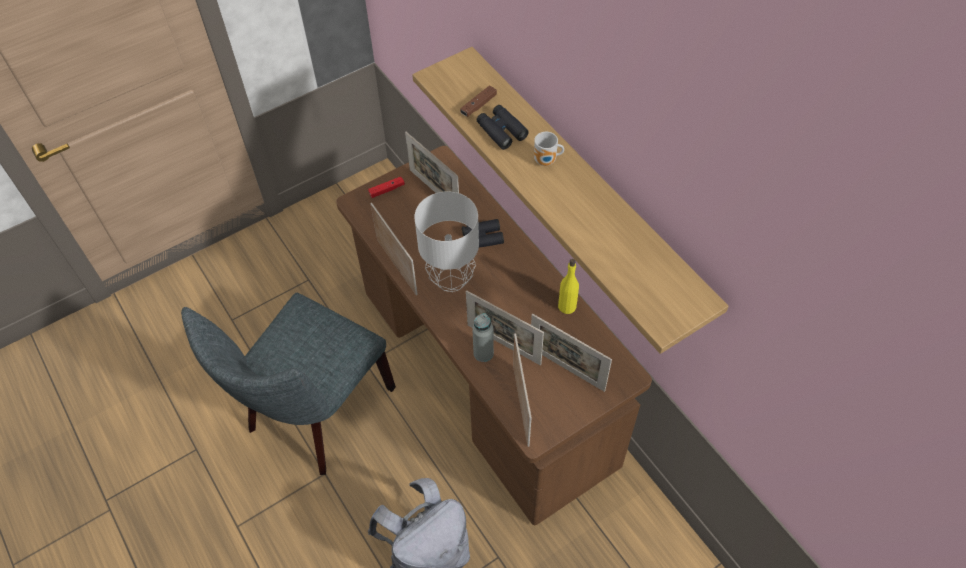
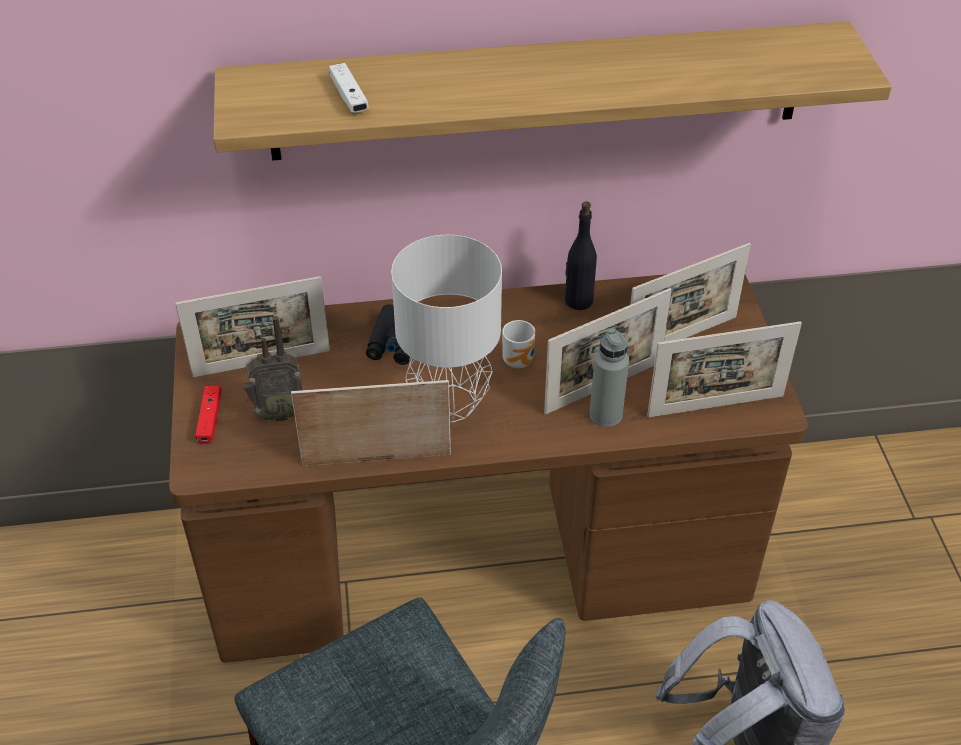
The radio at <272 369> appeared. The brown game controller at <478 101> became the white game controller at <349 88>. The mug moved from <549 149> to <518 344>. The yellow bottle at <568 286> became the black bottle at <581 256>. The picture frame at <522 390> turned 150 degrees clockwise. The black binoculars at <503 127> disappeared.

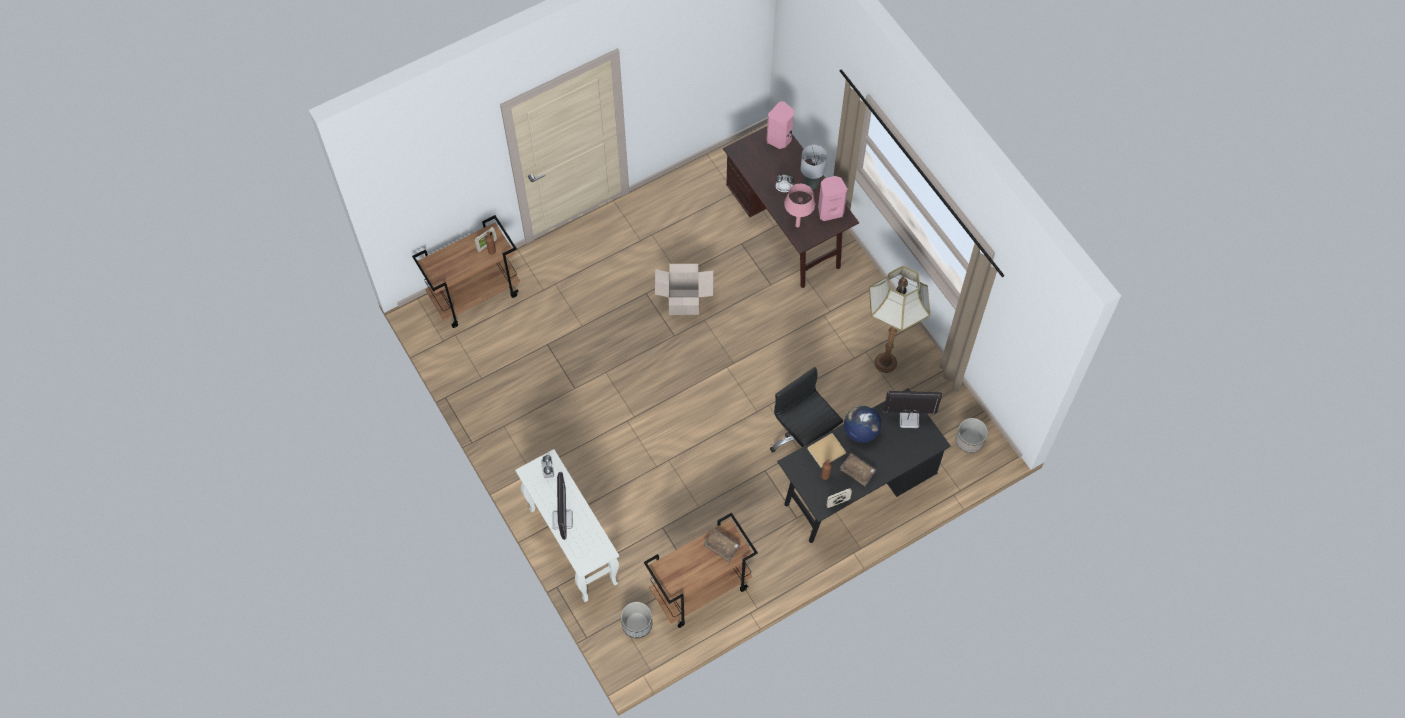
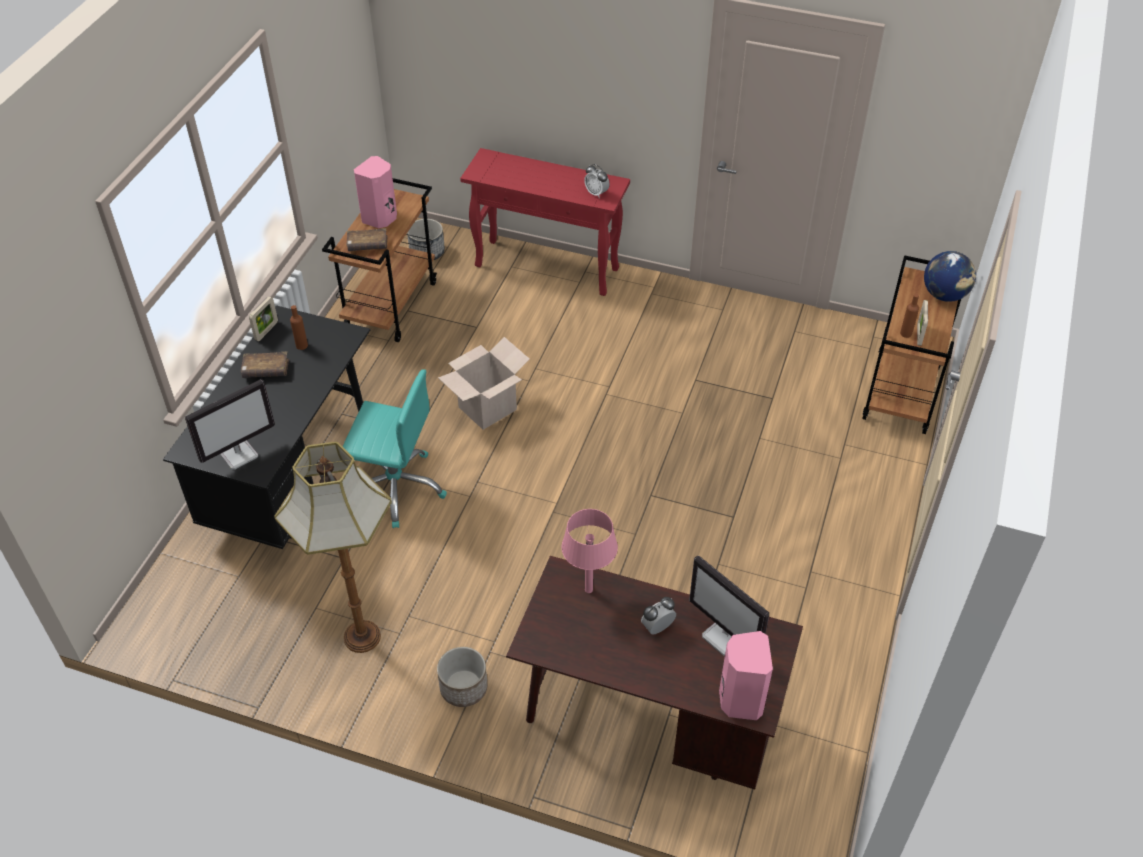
The black office chair at <806 409> became the turquoise office chair at <395 448>. The pink speaker moved from <833 198> to <375 192>. The planter moved from <972 435> to <462 677>. The cardboard box moved from <684 289> to <484 383>. The white console table at <567 525> became the red console table at <545 222>. The monitor moved from <562 506> to <729 606>. The globe moved from <862 424> to <950 276>. The grey table lamp at <814 167> disappeared. The beige book at <826 450> disappeared.

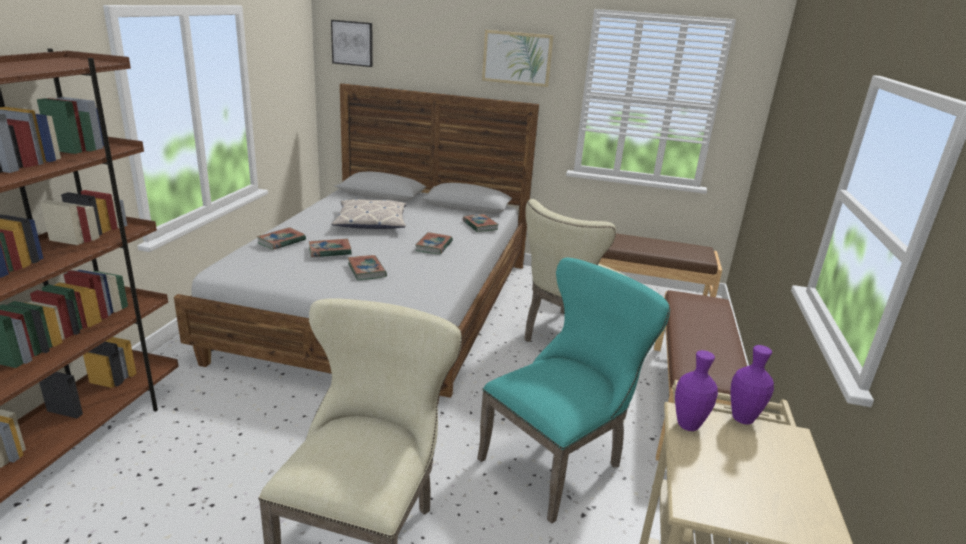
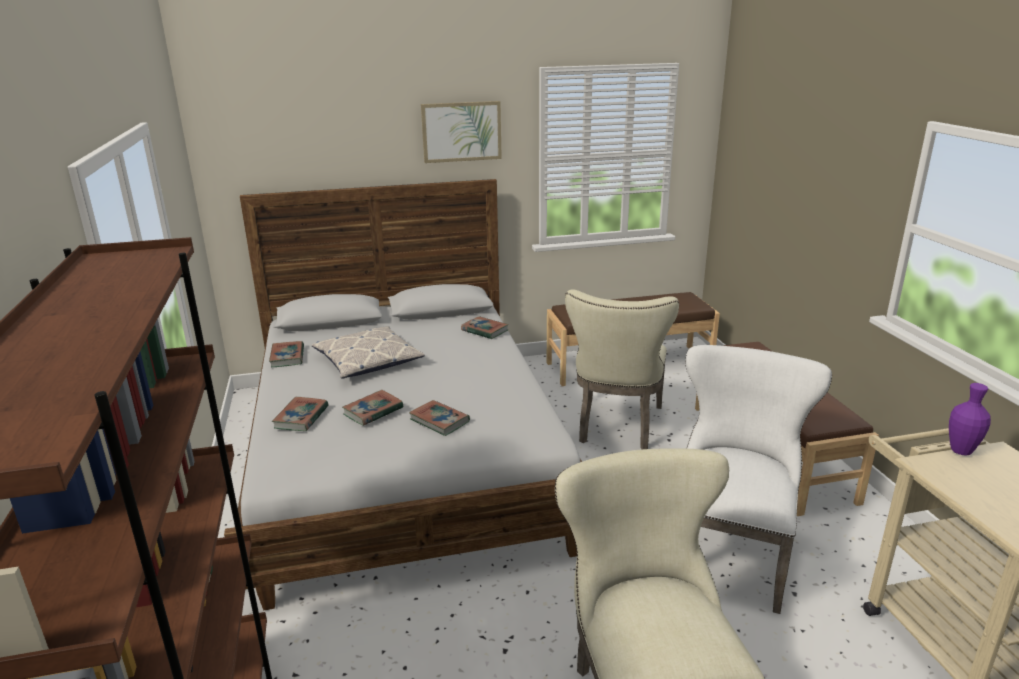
The book moved from <434 243> to <286 354>. The turquoise chair at <573 391> became the white chair at <758 479>. The picture at <352 43> disappeared. The purple vase at <696 390> disappeared.

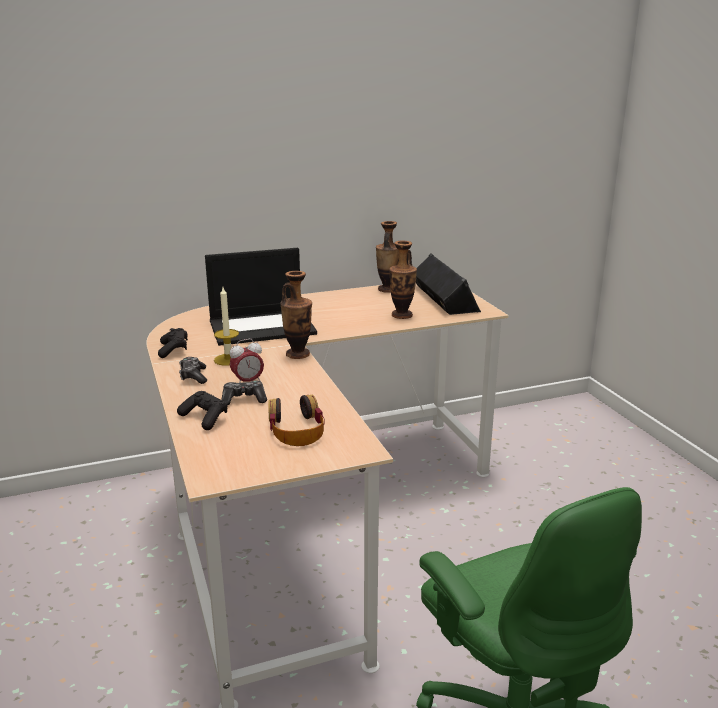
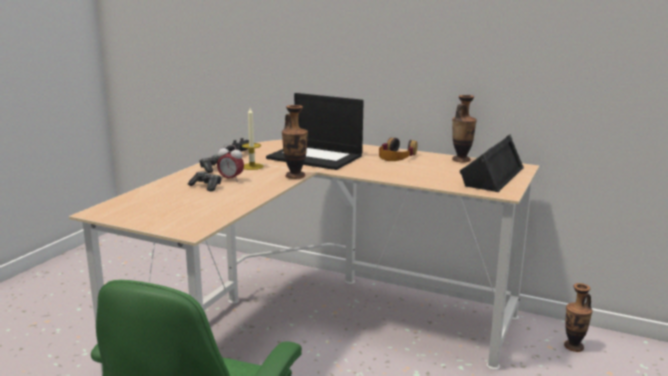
The headphones moved from <297 420> to <398 149>. The vase moved from <403 280> to <578 317>. The black game controller at <202 410> disappeared.

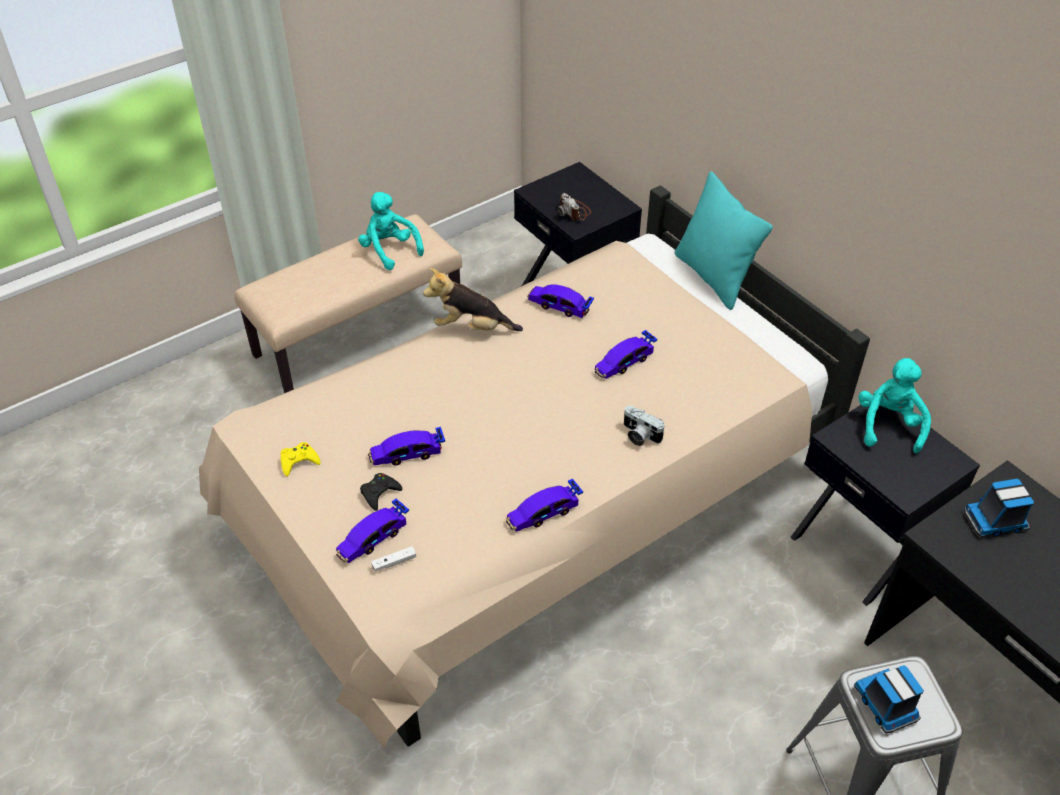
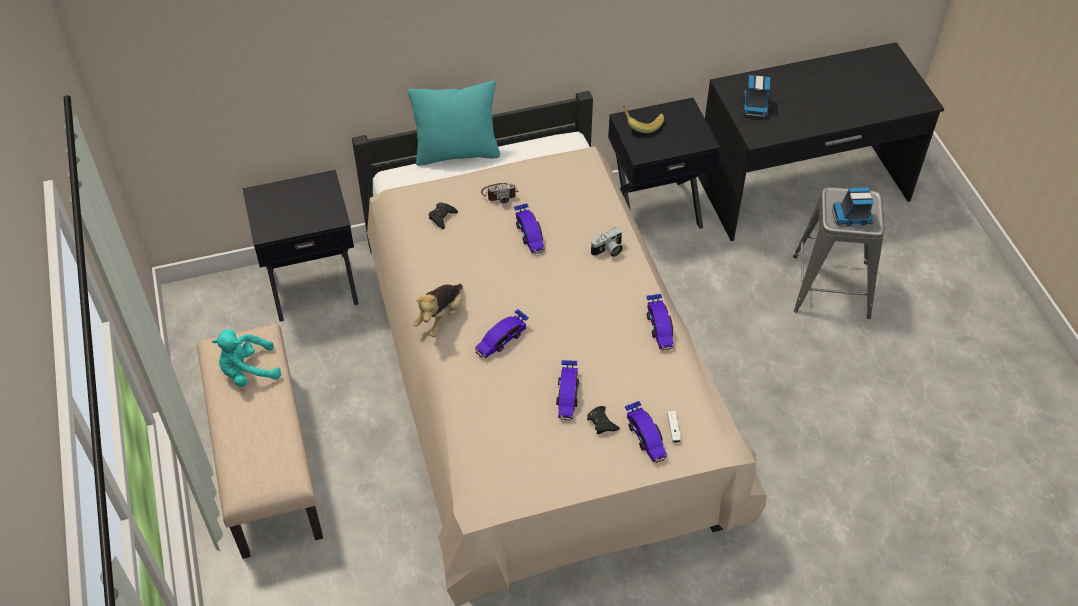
The black game controller at <443 216> appeared. The toy car moved from <560 301> to <502 333>. The photo camera moved from <574 207> to <499 193>. The turquoise plush toy at <895 406> was replaced by the banana at <643 119>. The yellow game controller at <301 459> disappeared.

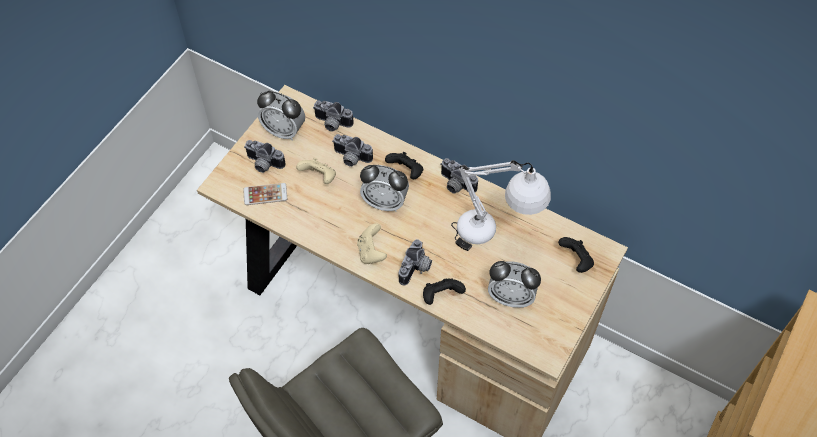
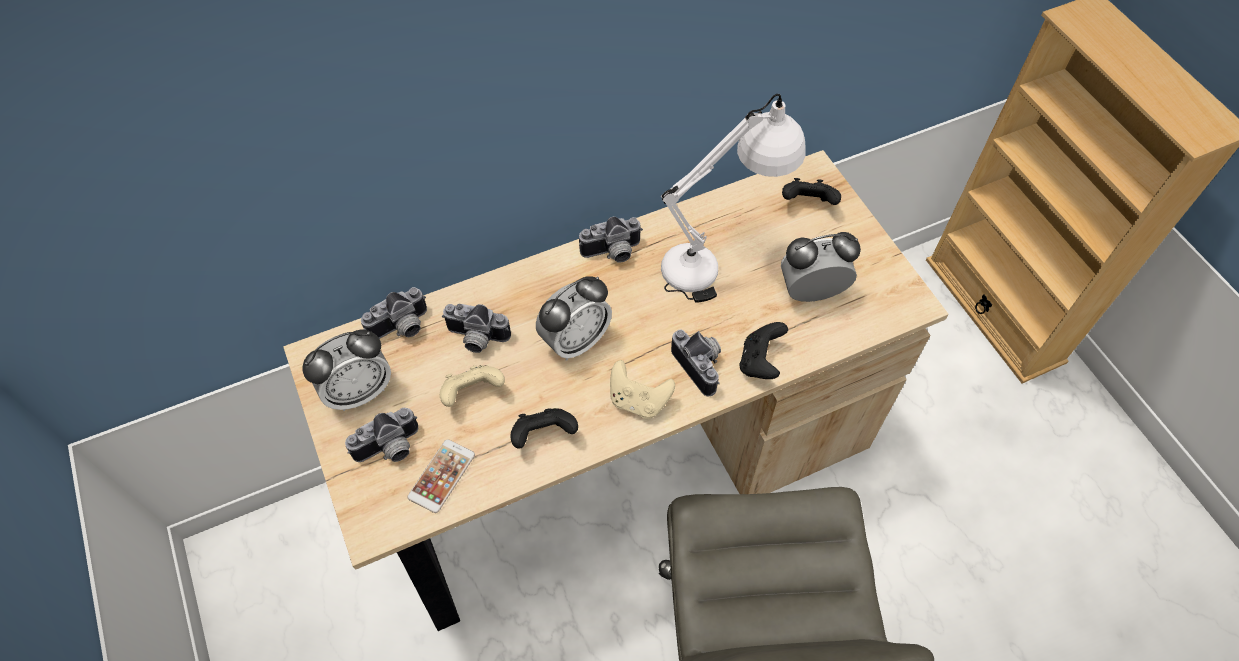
The photo camera at <352 150> turned 45 degrees clockwise. The black game controller moved from <404 165> to <544 428>. The alarm clock at <514 284> turned 150 degrees counterclockwise.

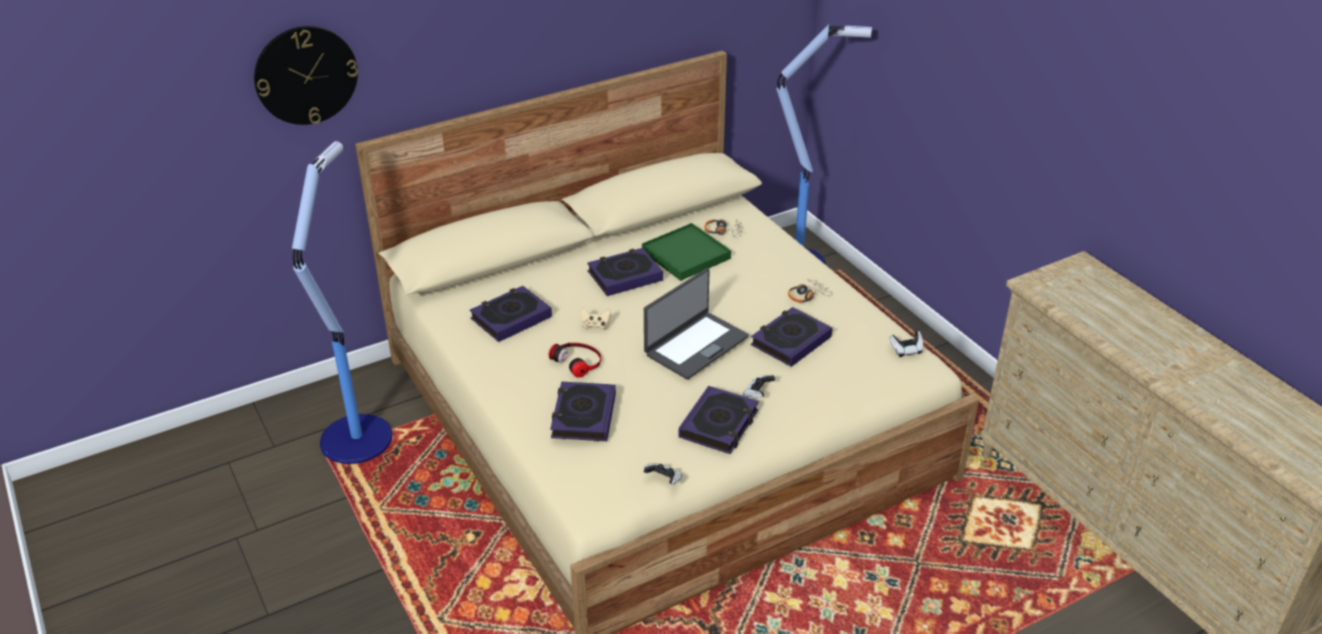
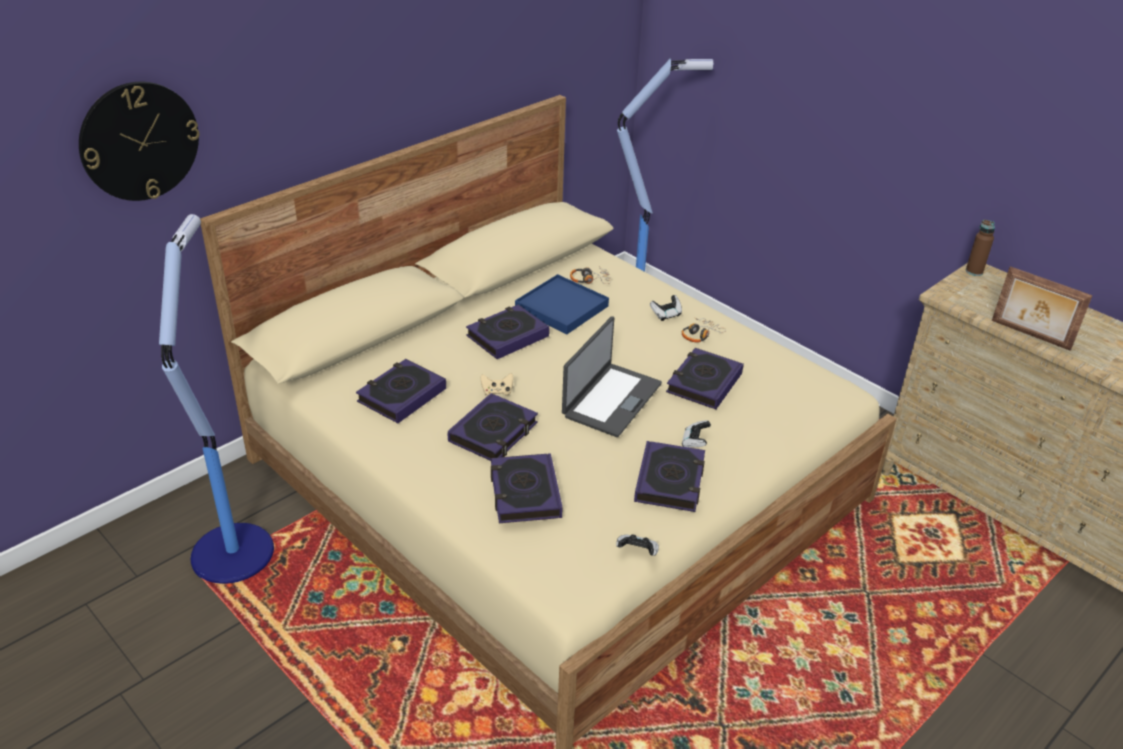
The headphones at <575 360> was replaced by the book at <493 427>. The green tray at <686 252> became the blue tray at <562 304>. The game controller moved from <906 344> to <666 308>. The brown bottle at <980 248> appeared. The picture frame at <1042 308> appeared.

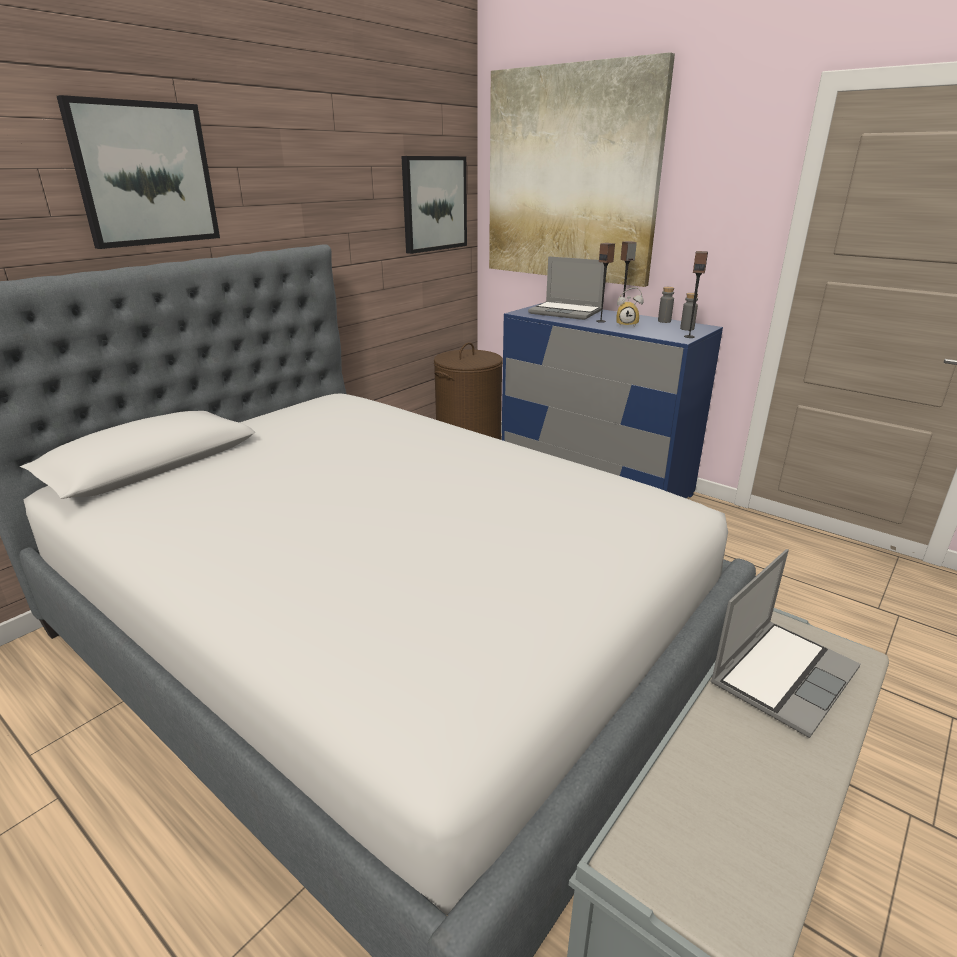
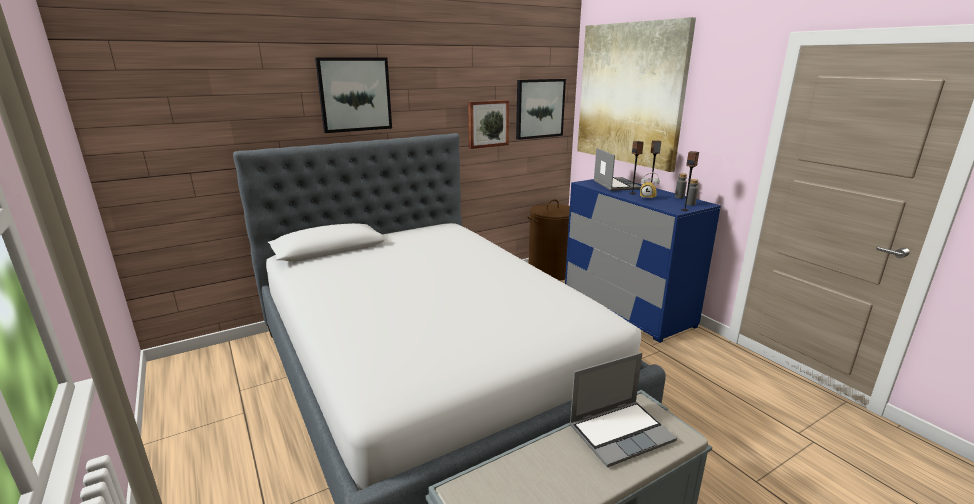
The picture at <488 124> appeared. The laptop at <566 288> turned 150 degrees counterclockwise.

